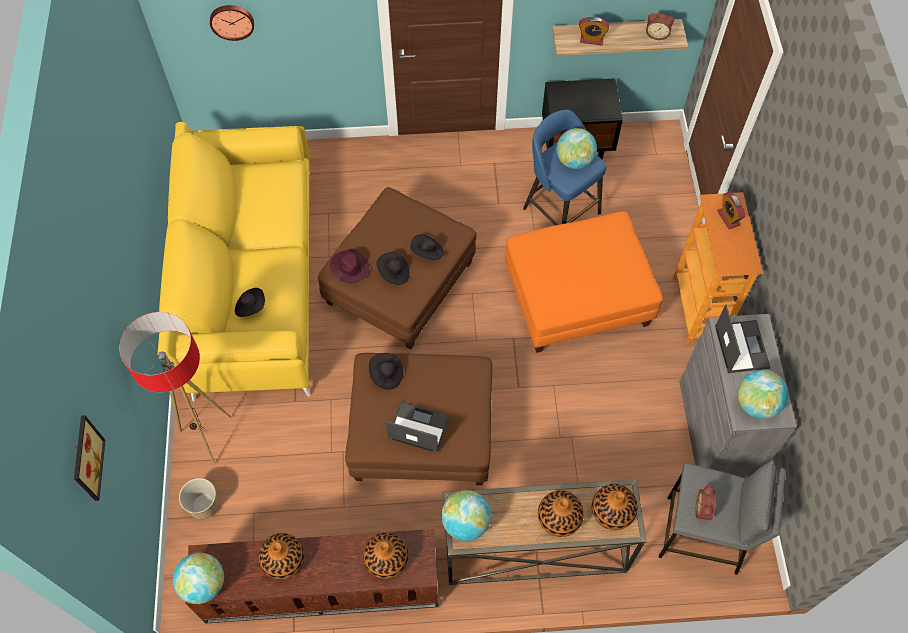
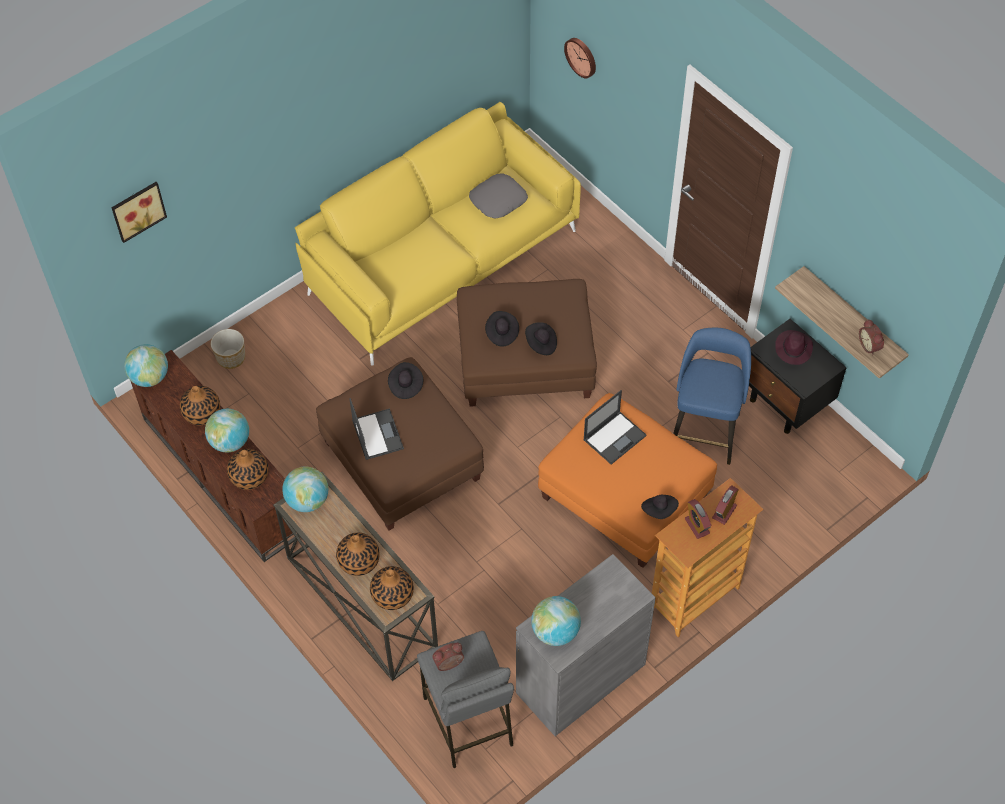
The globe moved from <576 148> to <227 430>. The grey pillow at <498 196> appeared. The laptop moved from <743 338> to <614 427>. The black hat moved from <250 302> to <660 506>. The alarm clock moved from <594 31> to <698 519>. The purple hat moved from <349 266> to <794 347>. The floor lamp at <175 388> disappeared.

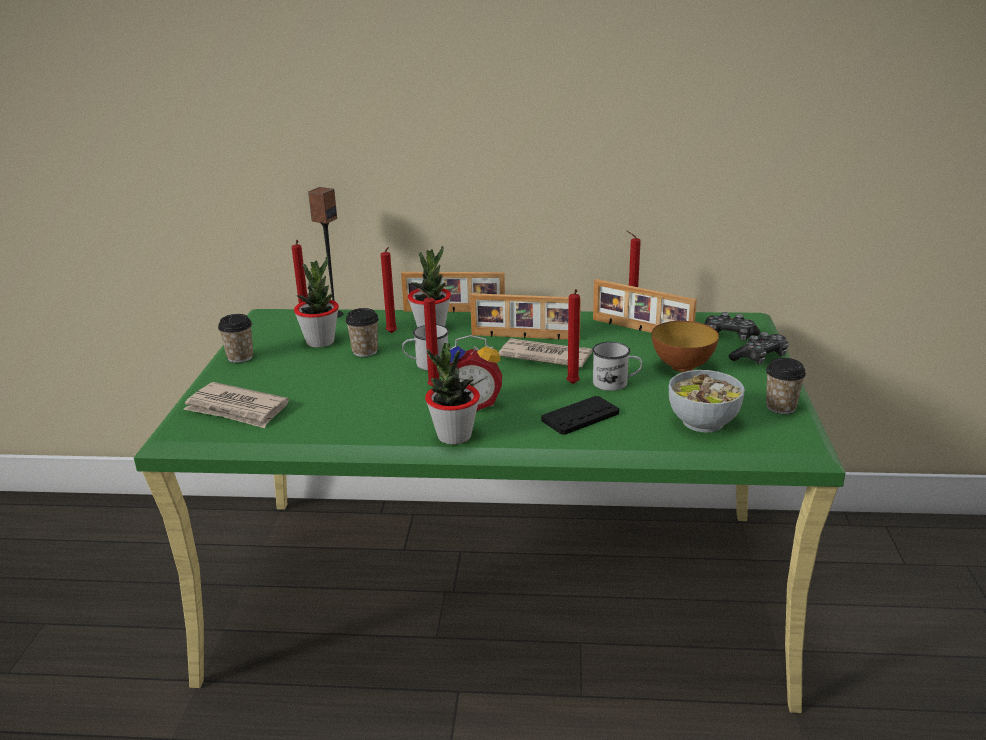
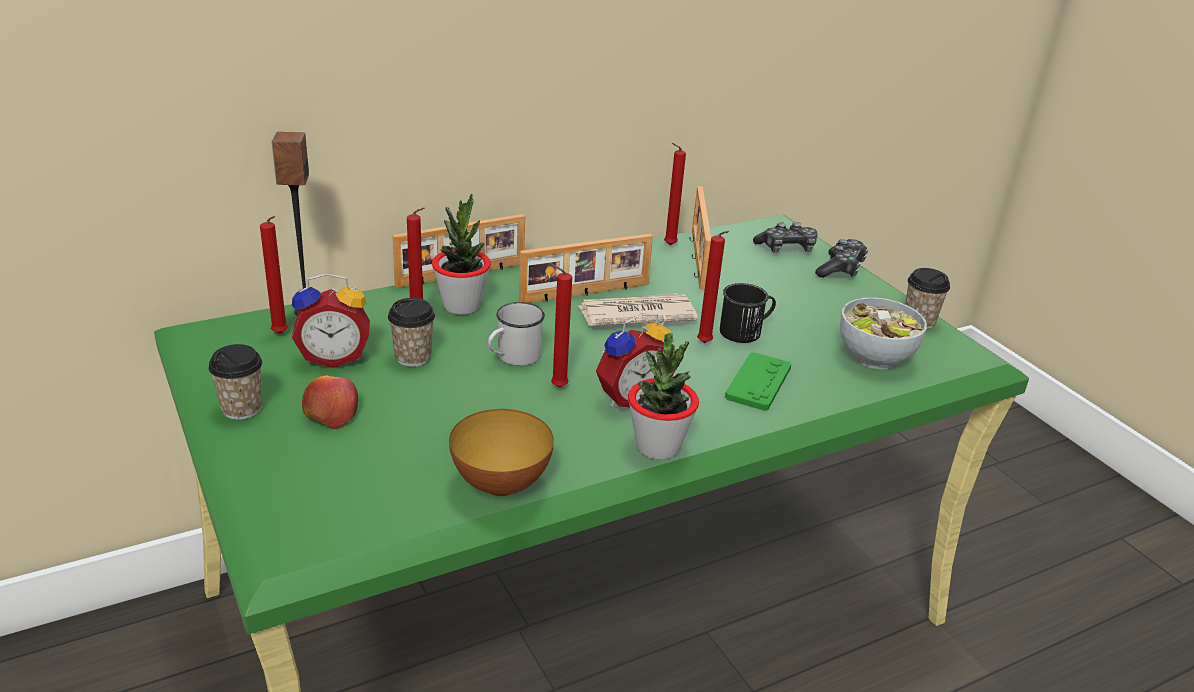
The potted plant at <316 302> was replaced by the alarm clock at <331 320>. The apple at <330 402> appeared. The bowl moved from <685 346> to <501 452>. The picture frame at <645 306> turned 90 degrees clockwise. The white mug at <617 366> became the black mug at <748 313>. The black game controller at <580 415> became the green game controller at <758 381>. The newspaper at <236 405> disappeared.

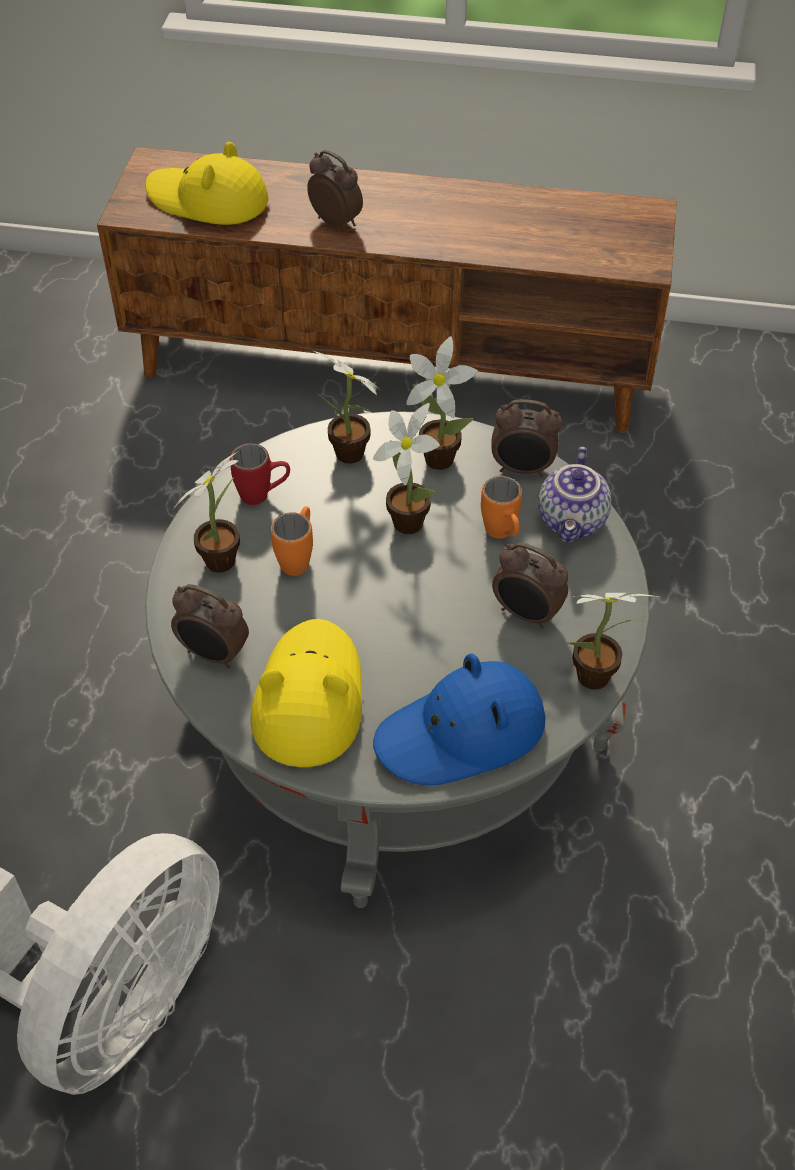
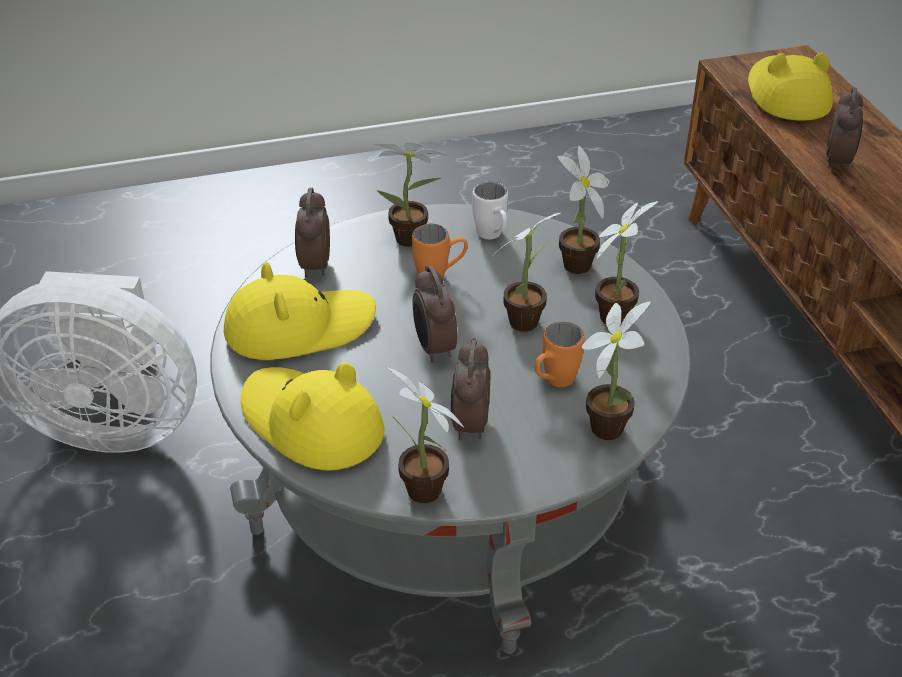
The blue hat at <459 719> became the yellow hat at <312 416>. The alarm clock moved from <527 438> to <435 314>. The red mug at <260 474> became the white mug at <490 210>. The teapot at <574 494> was replaced by the potted plant at <616 370>.

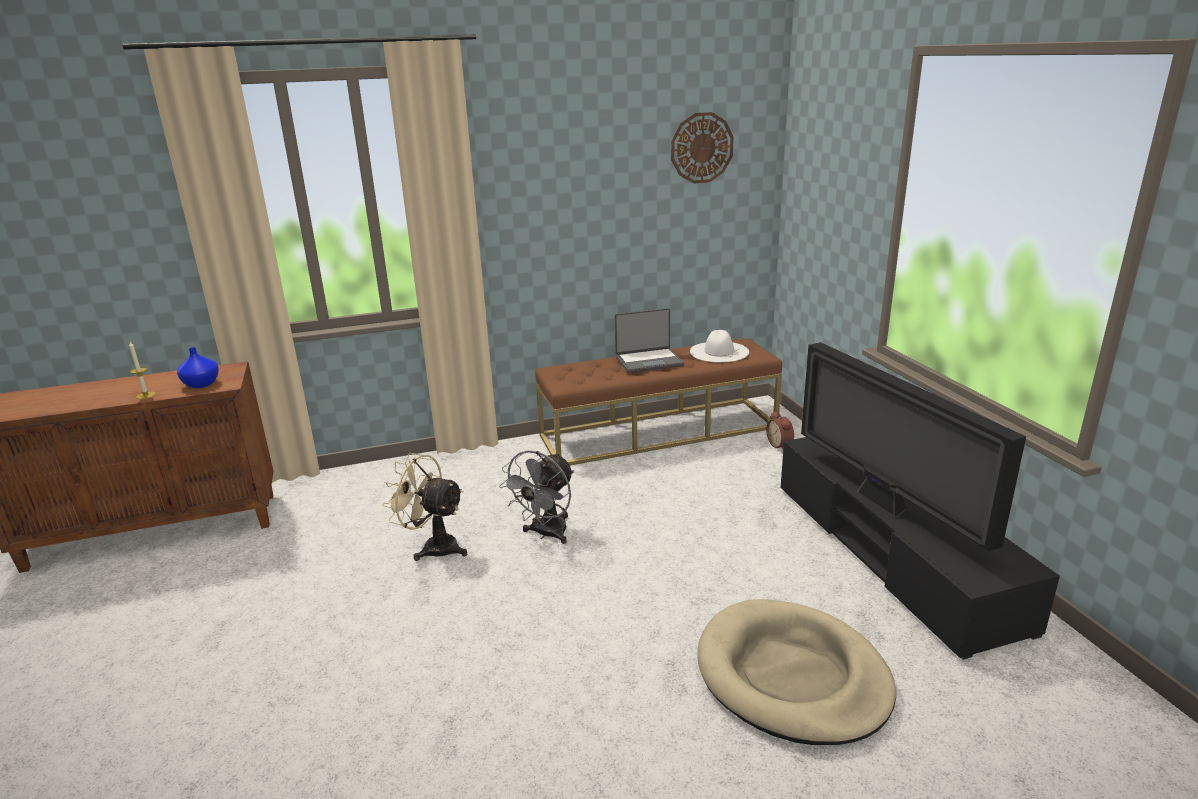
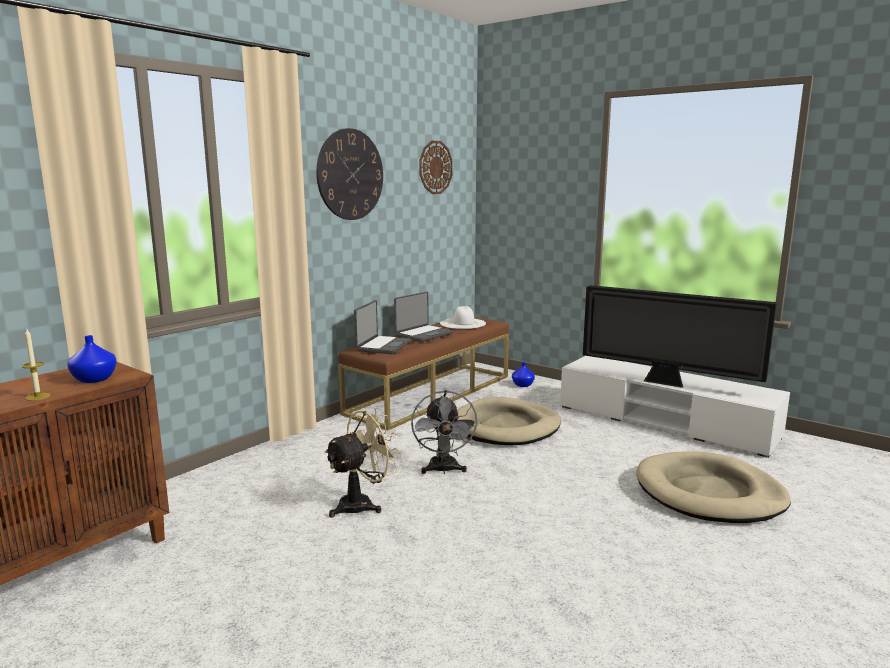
The wall clock at <349 174> appeared. The beige fan at <424 507> turned 150 degrees clockwise. The laptop at <383 327> appeared. The beige dog bed at <509 421> appeared. The alarm clock at <780 430> was replaced by the blue vase at <523 374>. The black tv stand at <920 548> became the white tv stand at <675 407>.

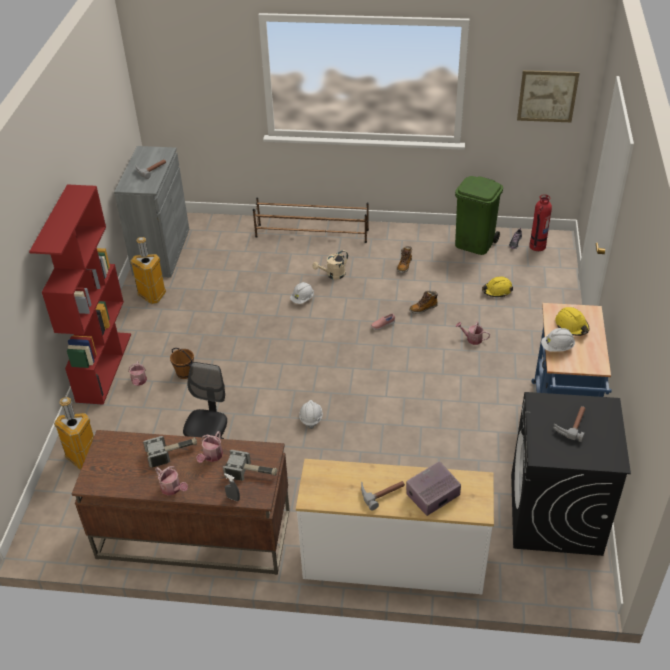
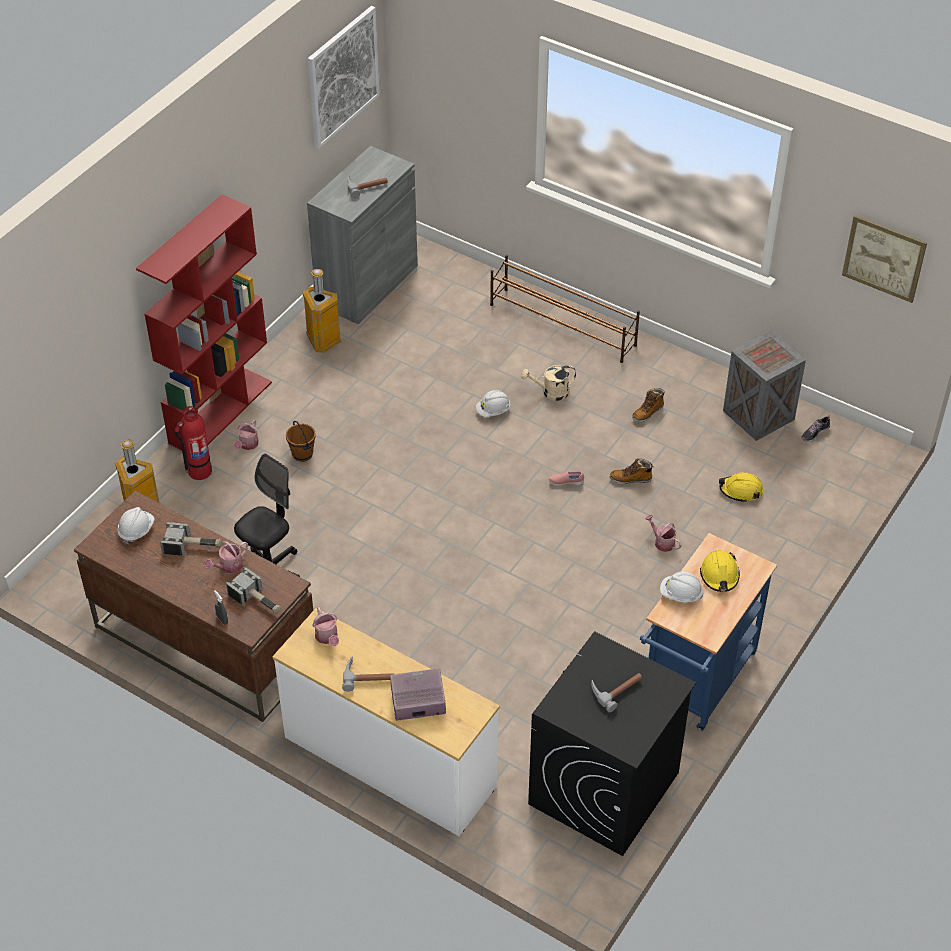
The white hard hat moved from <311 414> to <136 525>. The fire extinguisher moved from <540 222> to <193 443>. The picture at <344 77> appeared. The watering can moved from <171 481> to <325 626>. The green trash can at <479 215> was replaced by the crate at <764 386>.

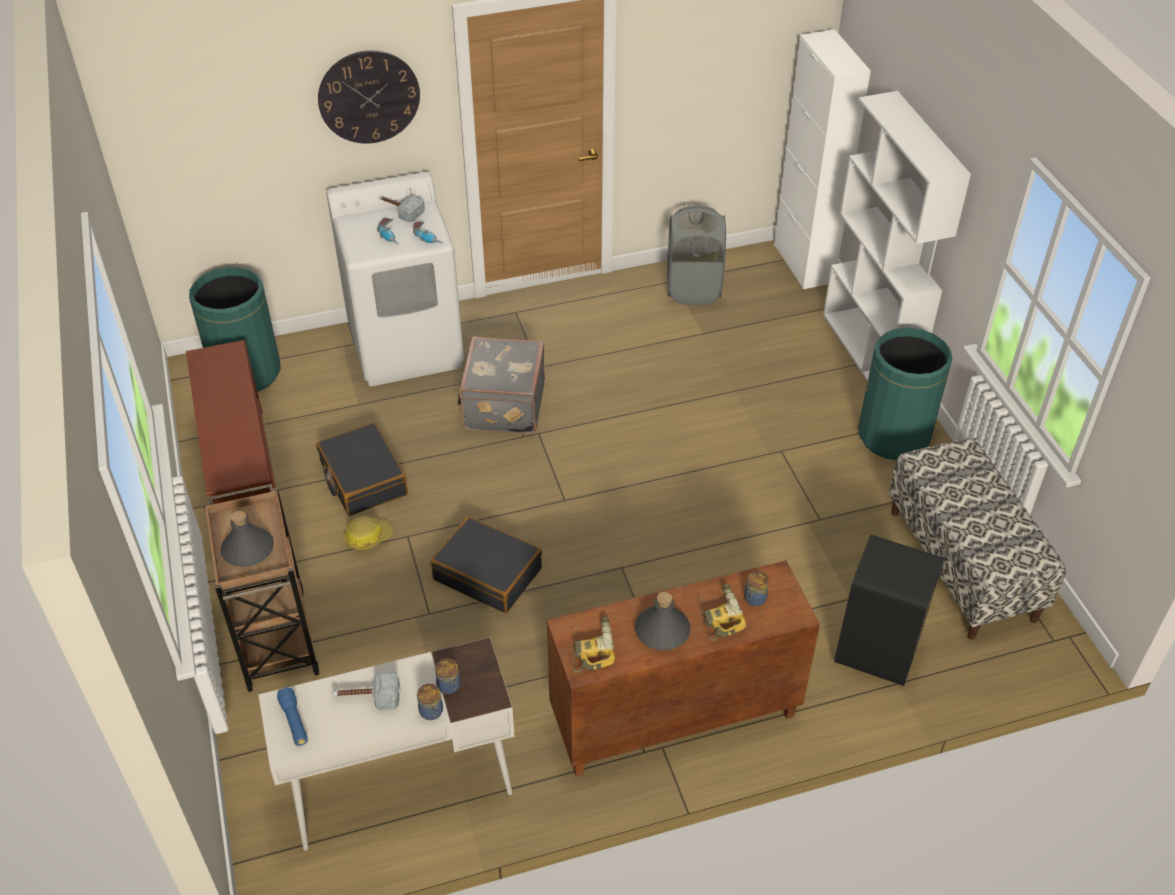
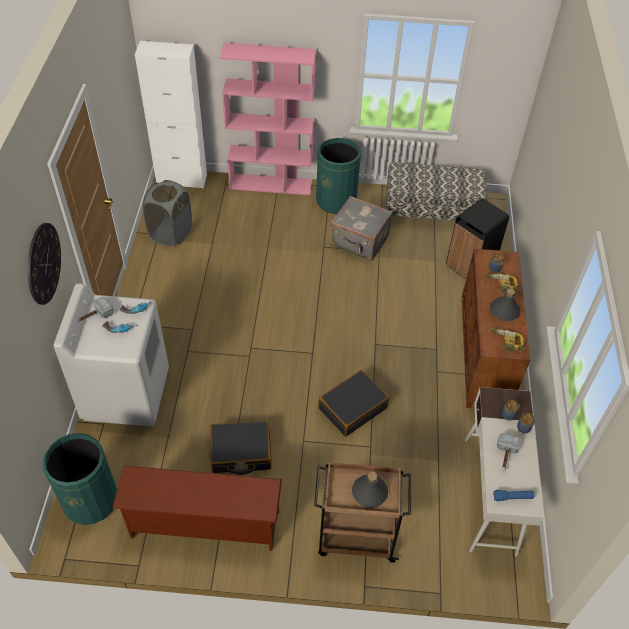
The white bookcase at <897 236> became the pink bookcase at <267 119>. The grey suitcase moved from <501 385> to <361 228>. The hard hat at <368 533> disappeared.

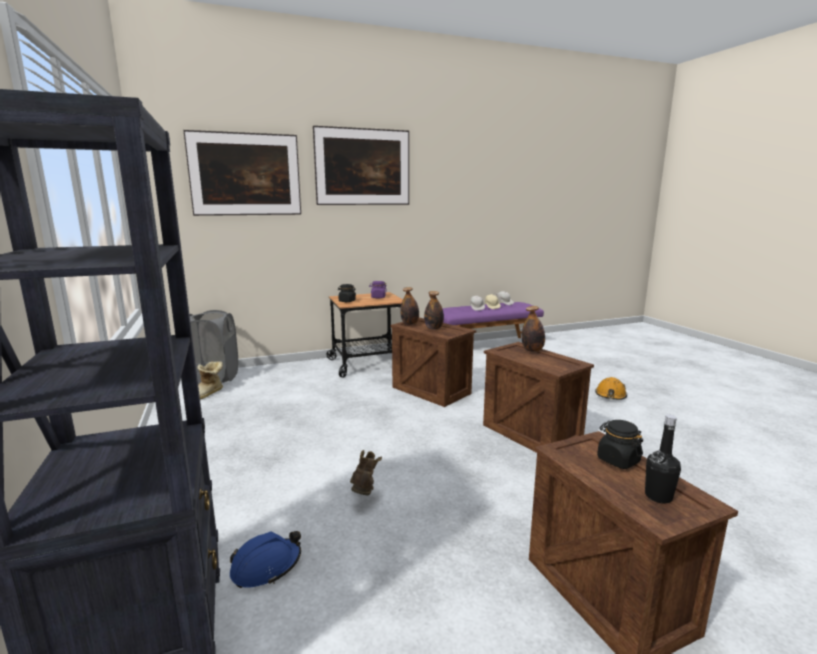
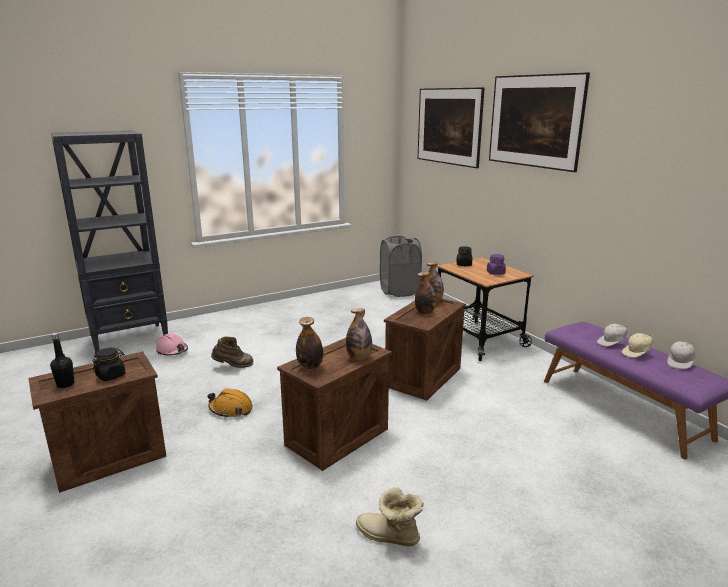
The blue hard hat at <265 559> became the pink hard hat at <172 344>. The orange hard hat moved from <611 388> to <230 403>. The bottle at <309 343> appeared. The boot moved from <203 380> to <390 516>.

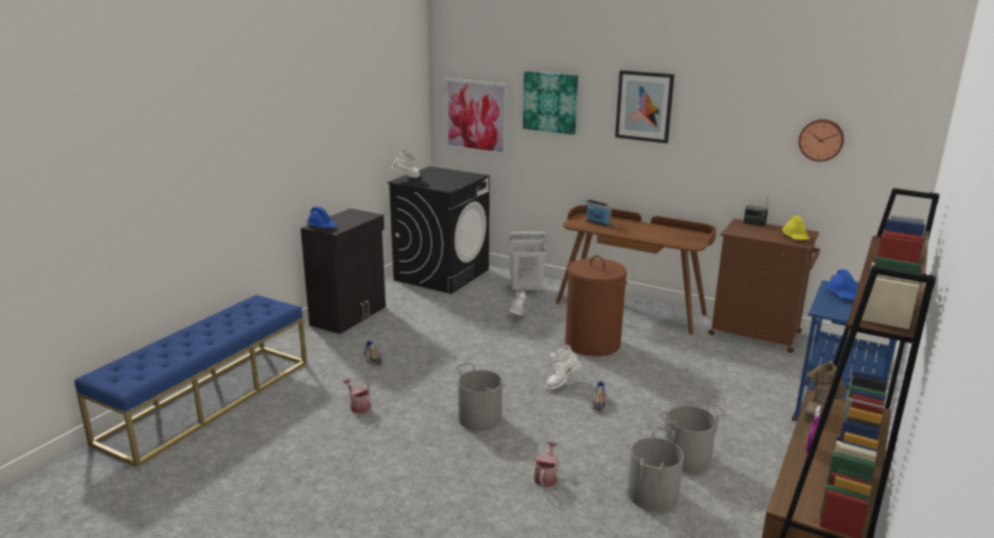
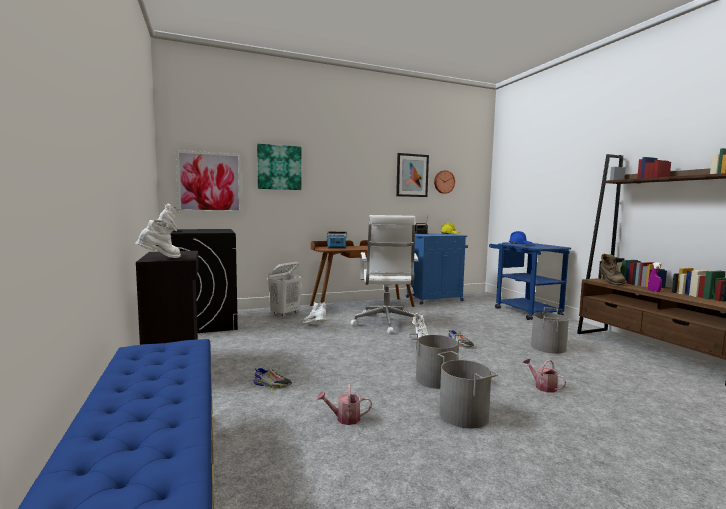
The blue hard hat at <321 217> was replaced by the white boot at <158 239>. The brown laundry basket at <596 305> was replaced by the white office chair at <384 274>. The picture moved from <645 106> to <412 175>. The brown cabinet at <764 286> became the blue cabinet at <437 269>. The grey bucket moved from <656 469> to <468 389>.

